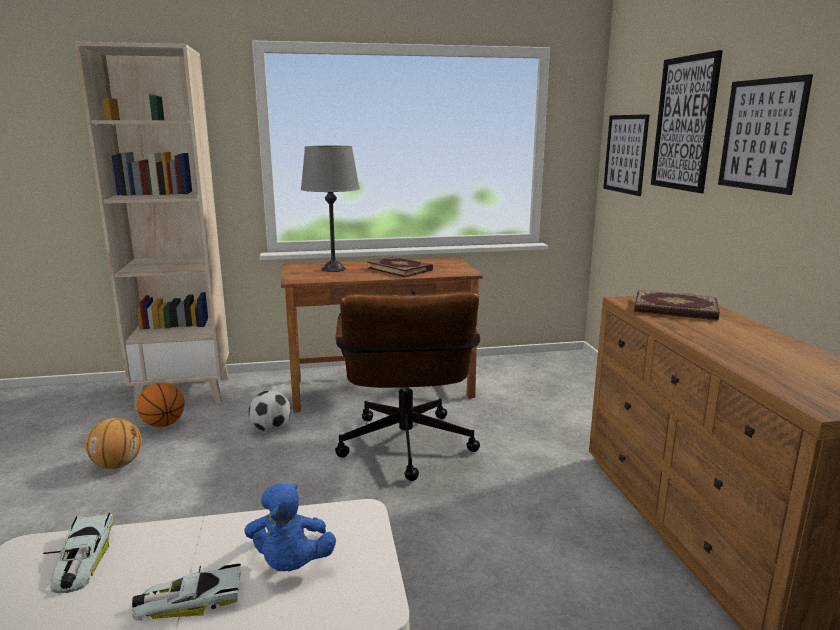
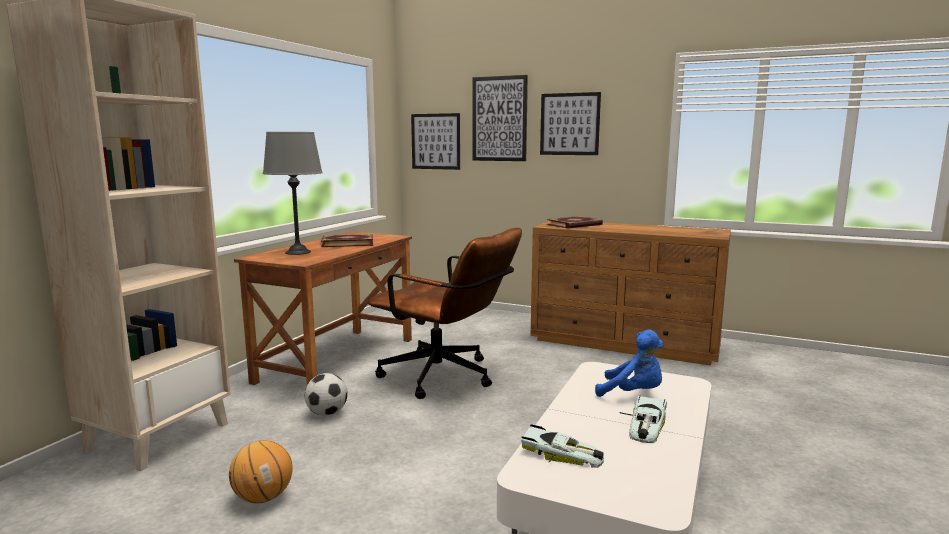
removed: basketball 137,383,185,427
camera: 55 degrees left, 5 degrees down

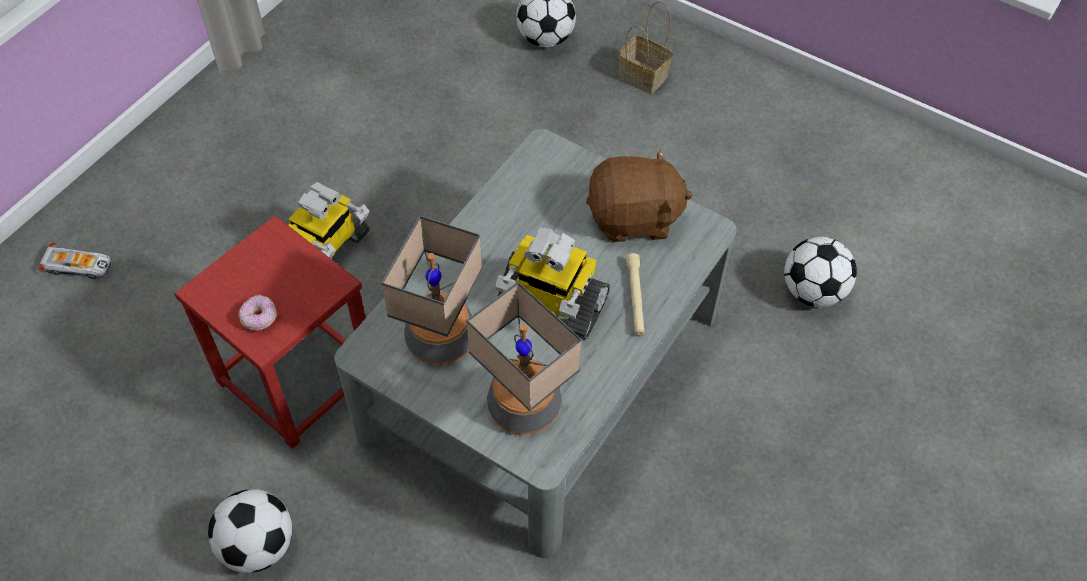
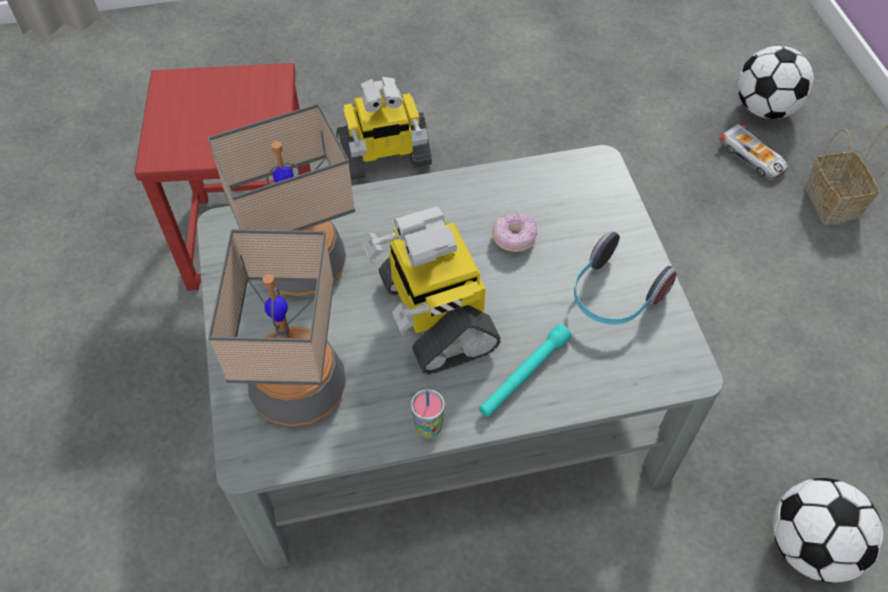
removed: football ball 208,489,292,573
added: drinking cup 411,389,445,439
moved: miniature car 39,243,112,279 to 719,122,789,180; ring doughnut 239,295,277,330 to 492,213,538,252
replaced: brownish plush toy 586,148,693,242 to pair of headphones 574,231,676,325
recoloured: beige-coloured torch 626,253,645,336 to blue-green torch 479,324,572,417
camera: 45 degrees right, 0 degrees up

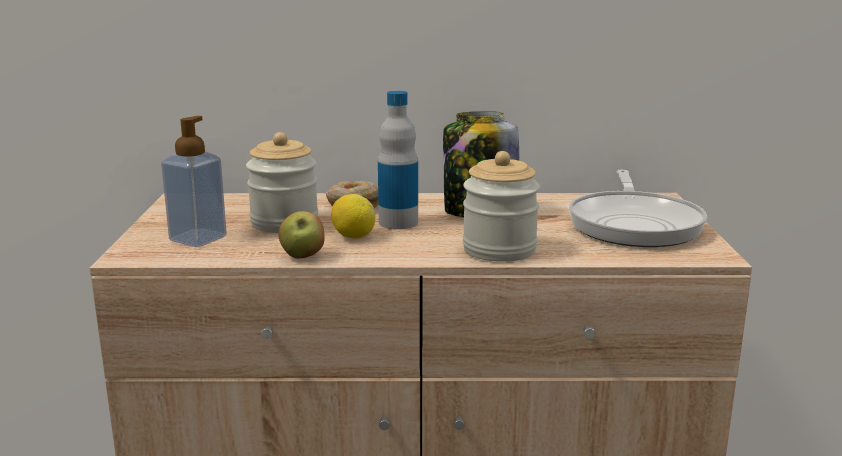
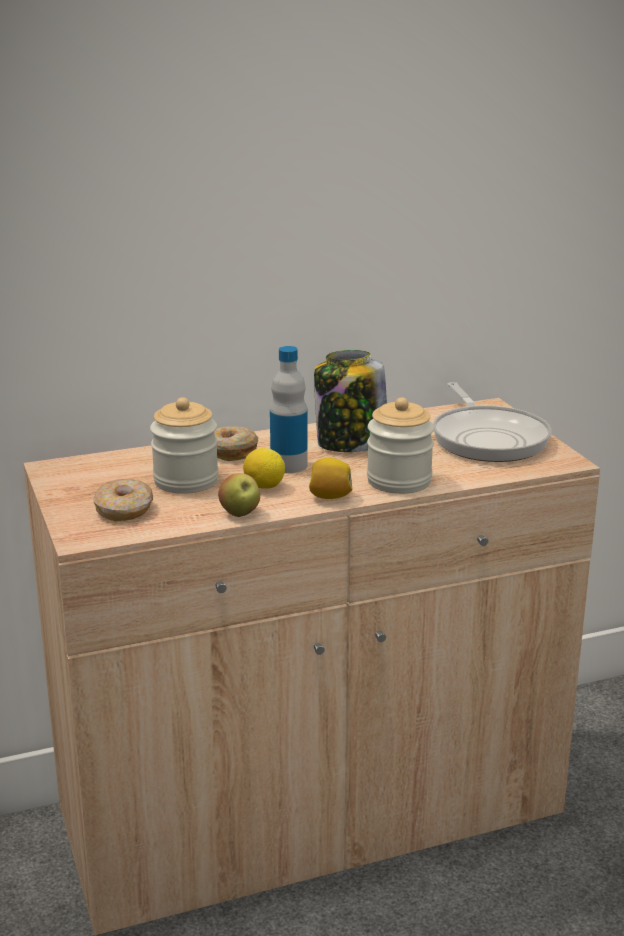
added: whole lemon 309,458,353,499
replaced: soap dispenser 161,116,227,247 to ring doughnut 93,479,153,521
camera: 20 degrees left, 5 degrees up

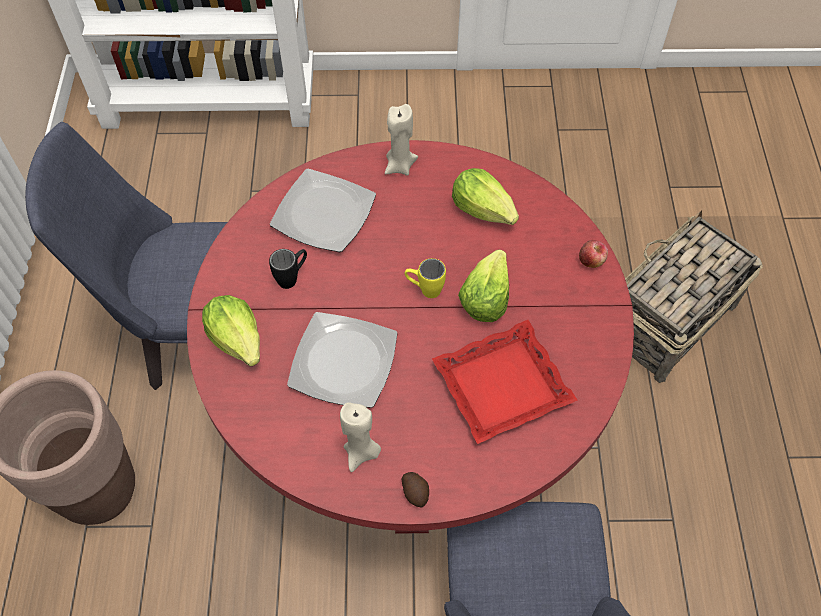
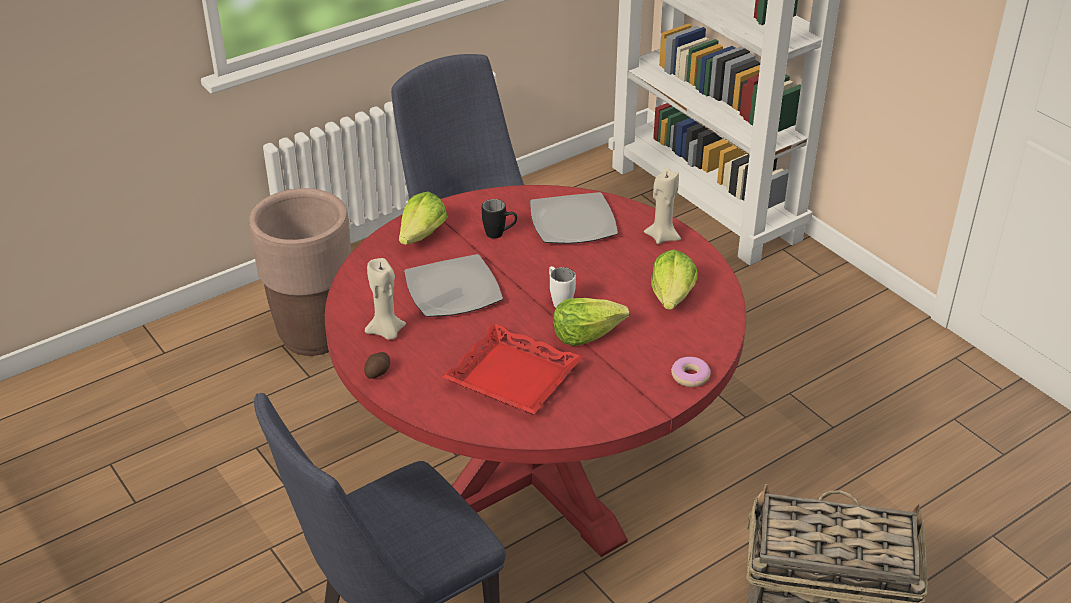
replaced: apple 579,240,608,268 to ring doughnut 671,357,711,387
recoloured: yellowish coffee mug 405,258,446,298 to white-coloured coffee mug 549,266,576,307
camera: 55 degrees right, 20 degrees down

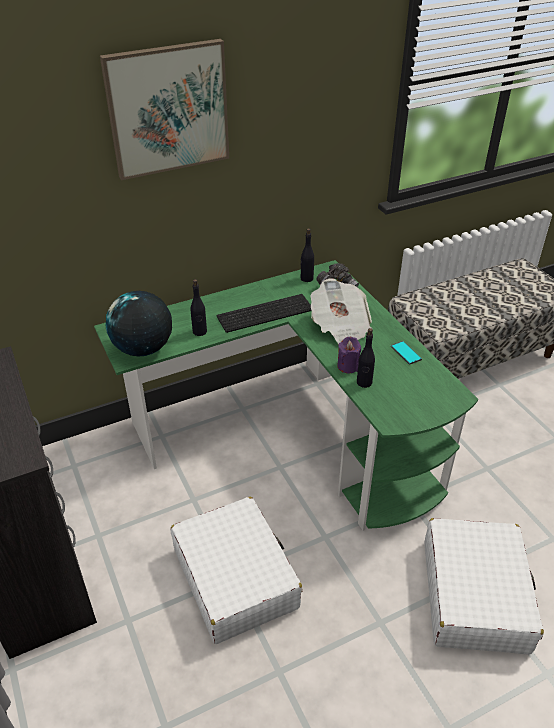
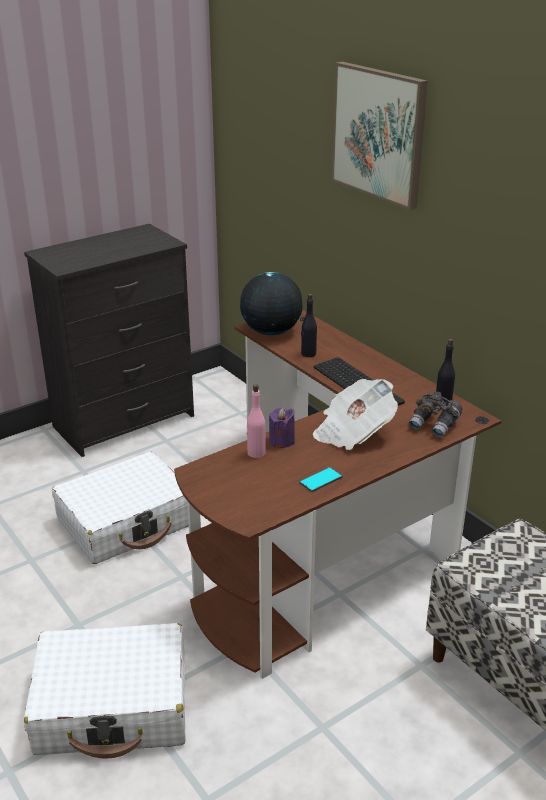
recoloured: green desk unit 94,260,478,531 to brownish desk unit 174,310,502,679; black drink bottle 357,328,375,388 to pink-coloured drink bottle 246,384,266,458
camera: 80 degrees right, 10 degrees down

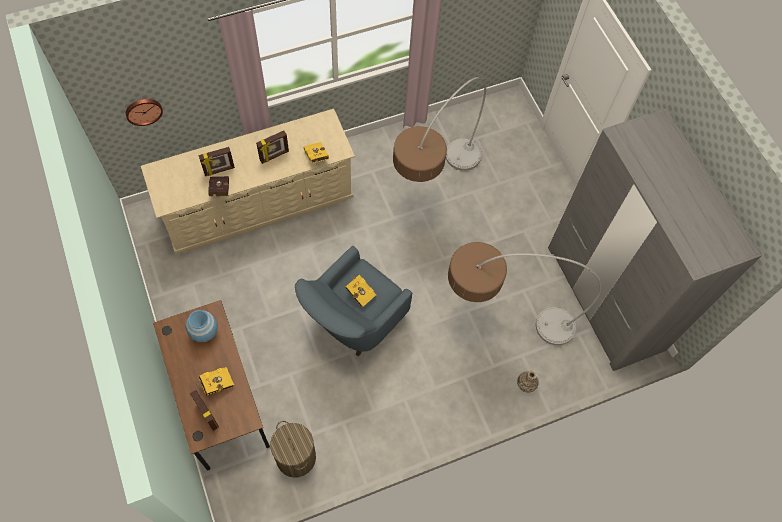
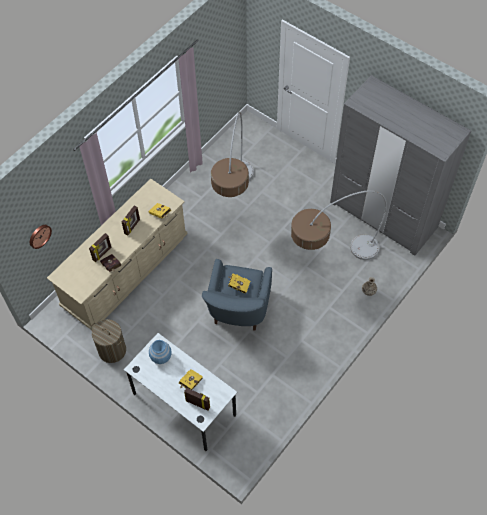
moved: hamper 270,421,316,478 to 91,319,126,363
recoloured: brownish desk unit 153,300,270,470 to white-coloured desk unit 124,333,237,451
camera: 25 degrees left, 5 degrees down

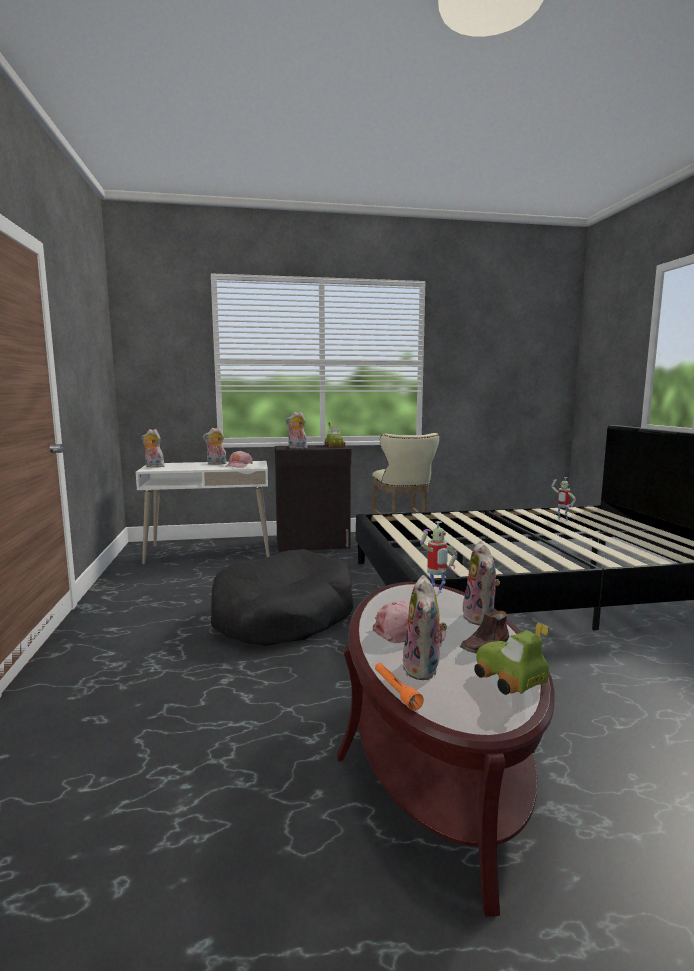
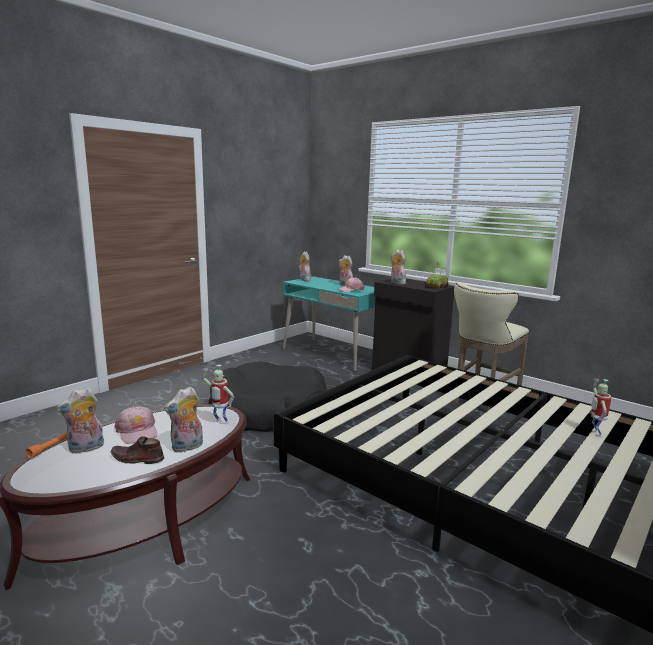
removed: miniature car 474,622,549,695
recoloured: white-coloured desk unit 136,461,270,564 to blue-green desk unit 283,276,375,372
camera: 50 degrees right, 5 degrees up

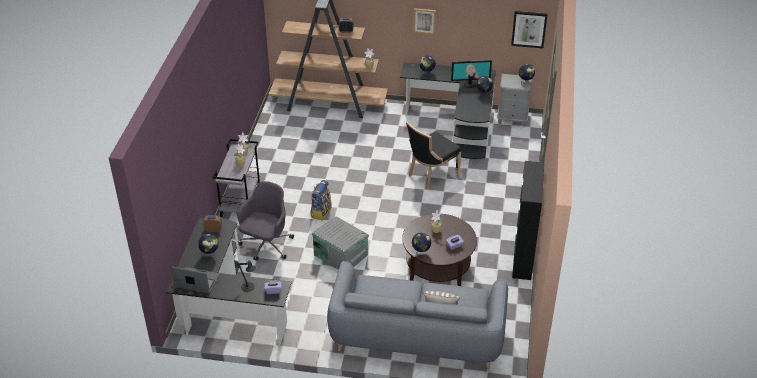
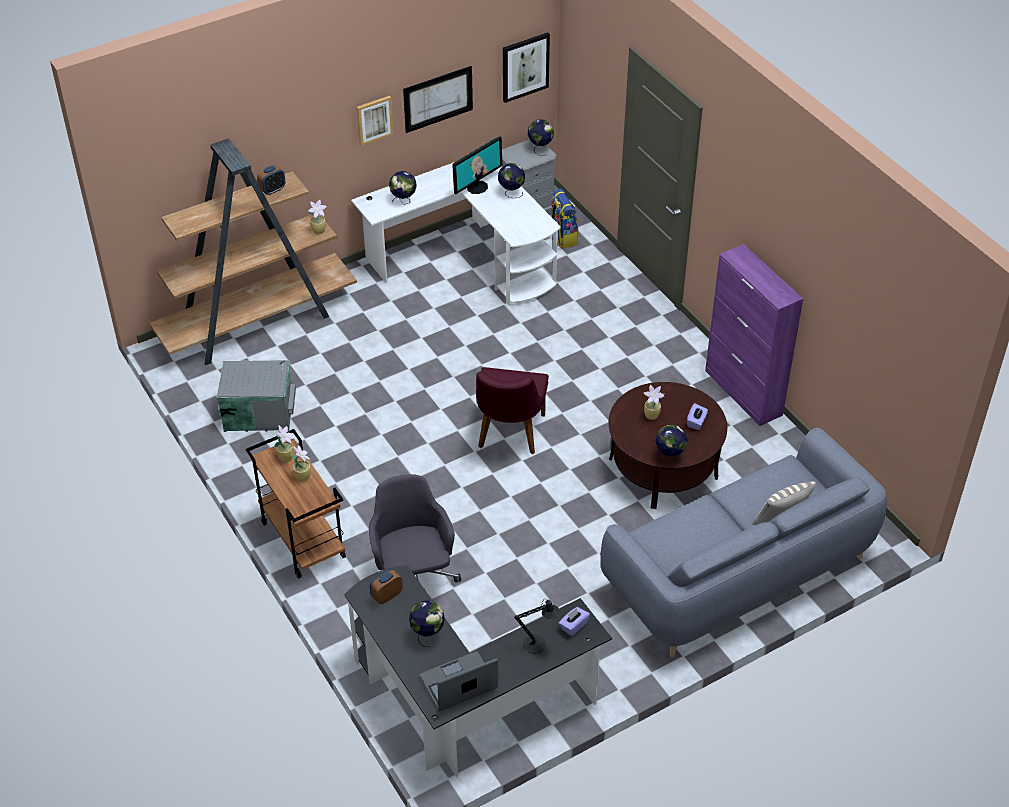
removed: black upright chair 406,121,461,189
added: wall picture 403,66,473,133; purple-coloured upright chair 476,367,549,454
moved: rucksack 310,180,332,221 to 551,189,578,248; greyish storage container 312,216,369,270 to 216,360,296,432
recoloured: greyish trolley 213,139,260,217 to brownish trolley 246,429,346,579; black desk unit 400,62,496,159 to white-coloured desk unit 351,162,561,305; black cupboard 512,161,544,280 to purple-coloured cupboard 705,244,803,426
camera: 40 degrees left, 5 degrees up

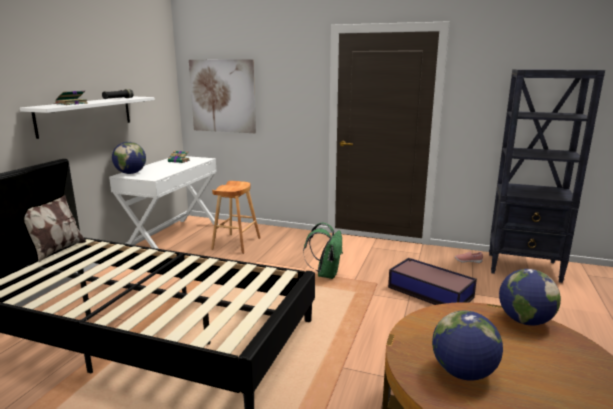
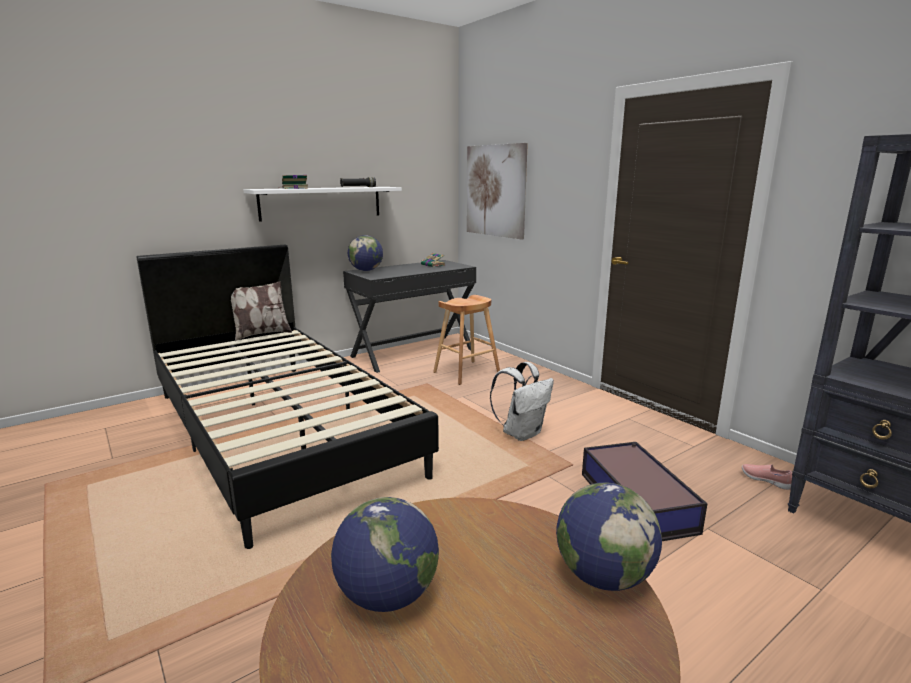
recoloured: white-coloured desk unit 109,156,218,249 to black desk unit 343,260,476,373; green rucksack 303,223,342,279 to white-coloured rucksack 490,362,554,441
camera: 35 degrees right, 0 degrees up

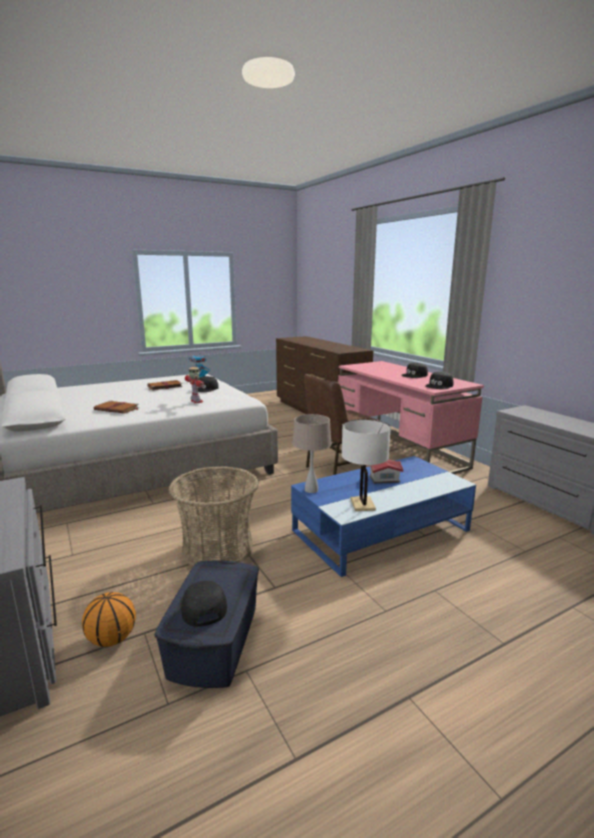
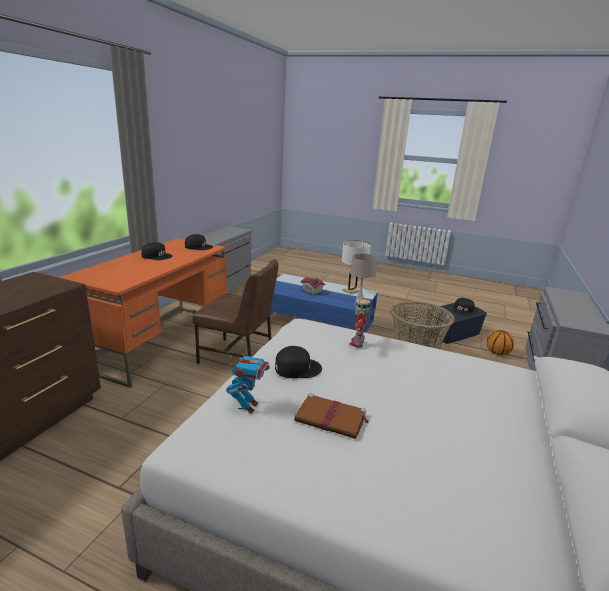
removed: brownish volume 94,401,139,413
recoloured: pink-coloured desk unit 338,361,484,474 to orange-coloured desk unit 58,238,227,388
camera: 130 degrees left, 5 degrees up

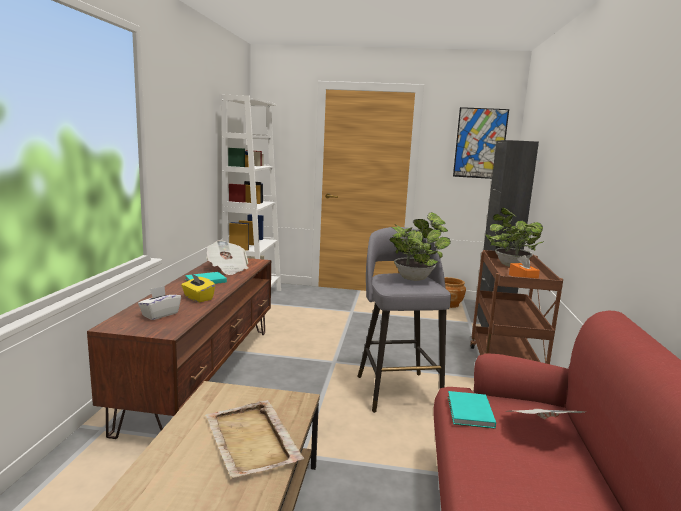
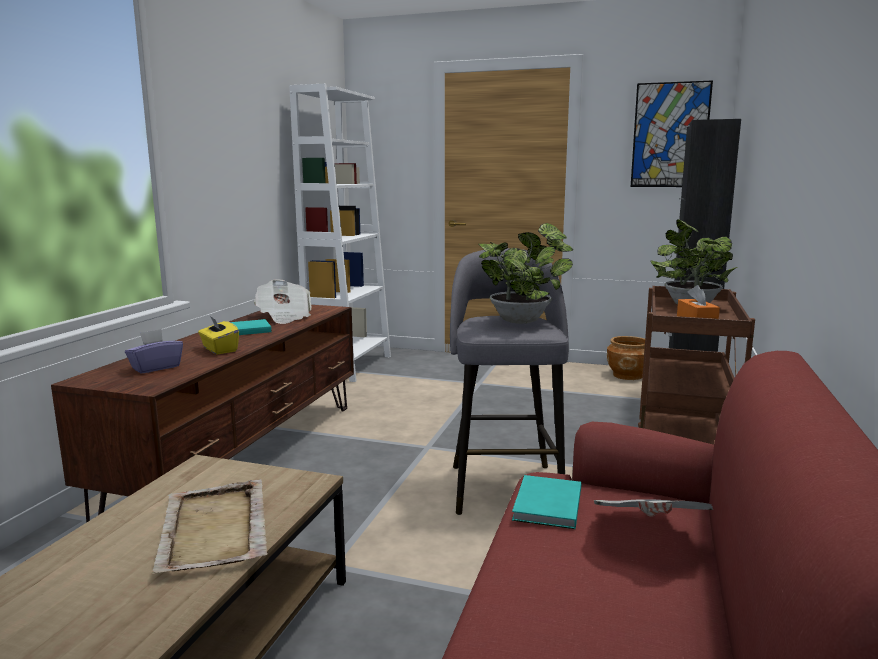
recoloured: white-coloured box of tissues 138,286,181,320 to purple-coloured box of tissues 125,329,183,373
camera: 10 degrees right, 0 degrees up

